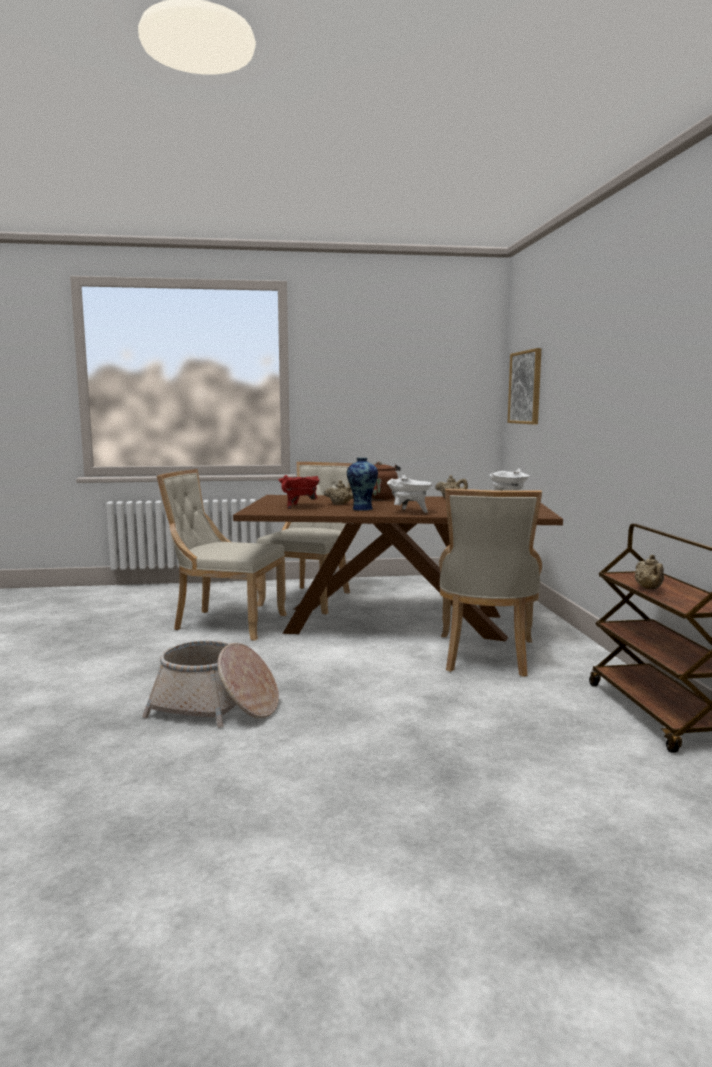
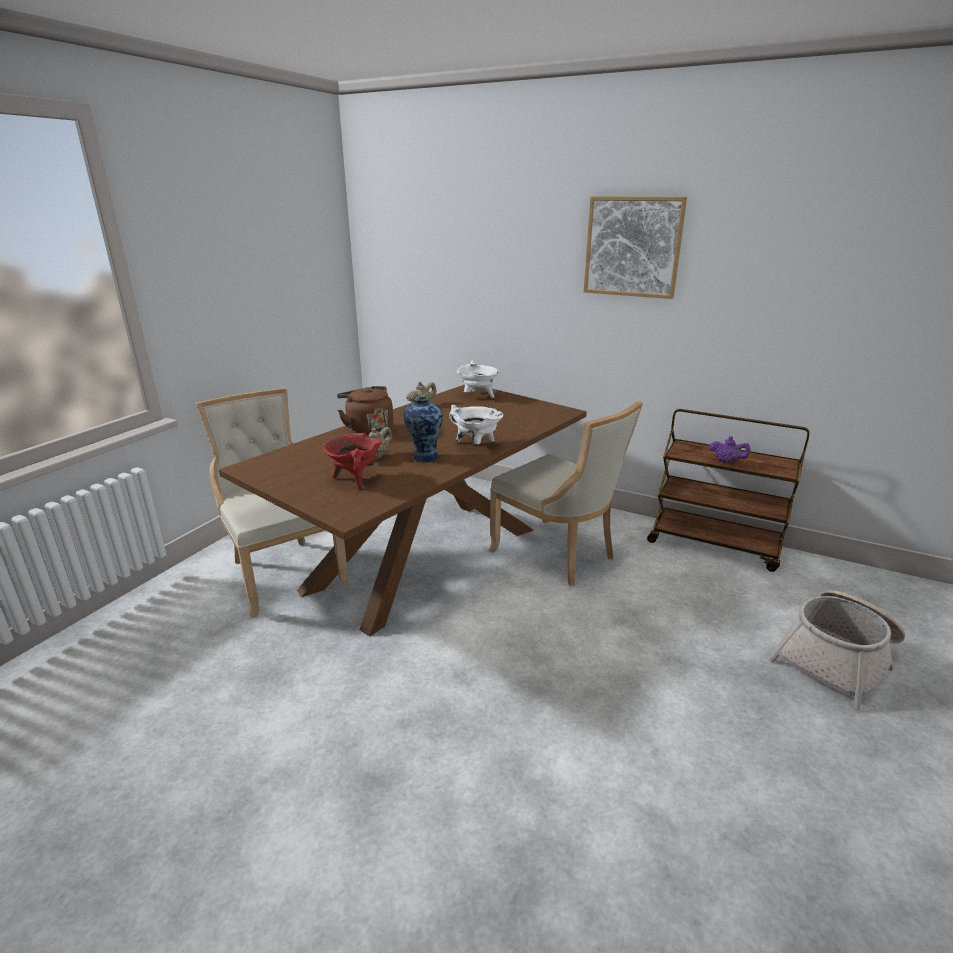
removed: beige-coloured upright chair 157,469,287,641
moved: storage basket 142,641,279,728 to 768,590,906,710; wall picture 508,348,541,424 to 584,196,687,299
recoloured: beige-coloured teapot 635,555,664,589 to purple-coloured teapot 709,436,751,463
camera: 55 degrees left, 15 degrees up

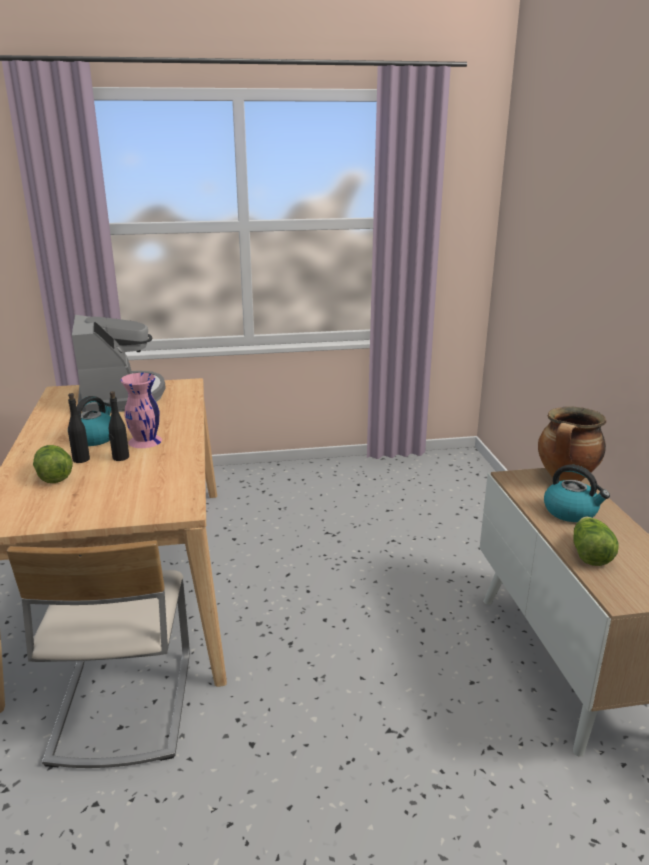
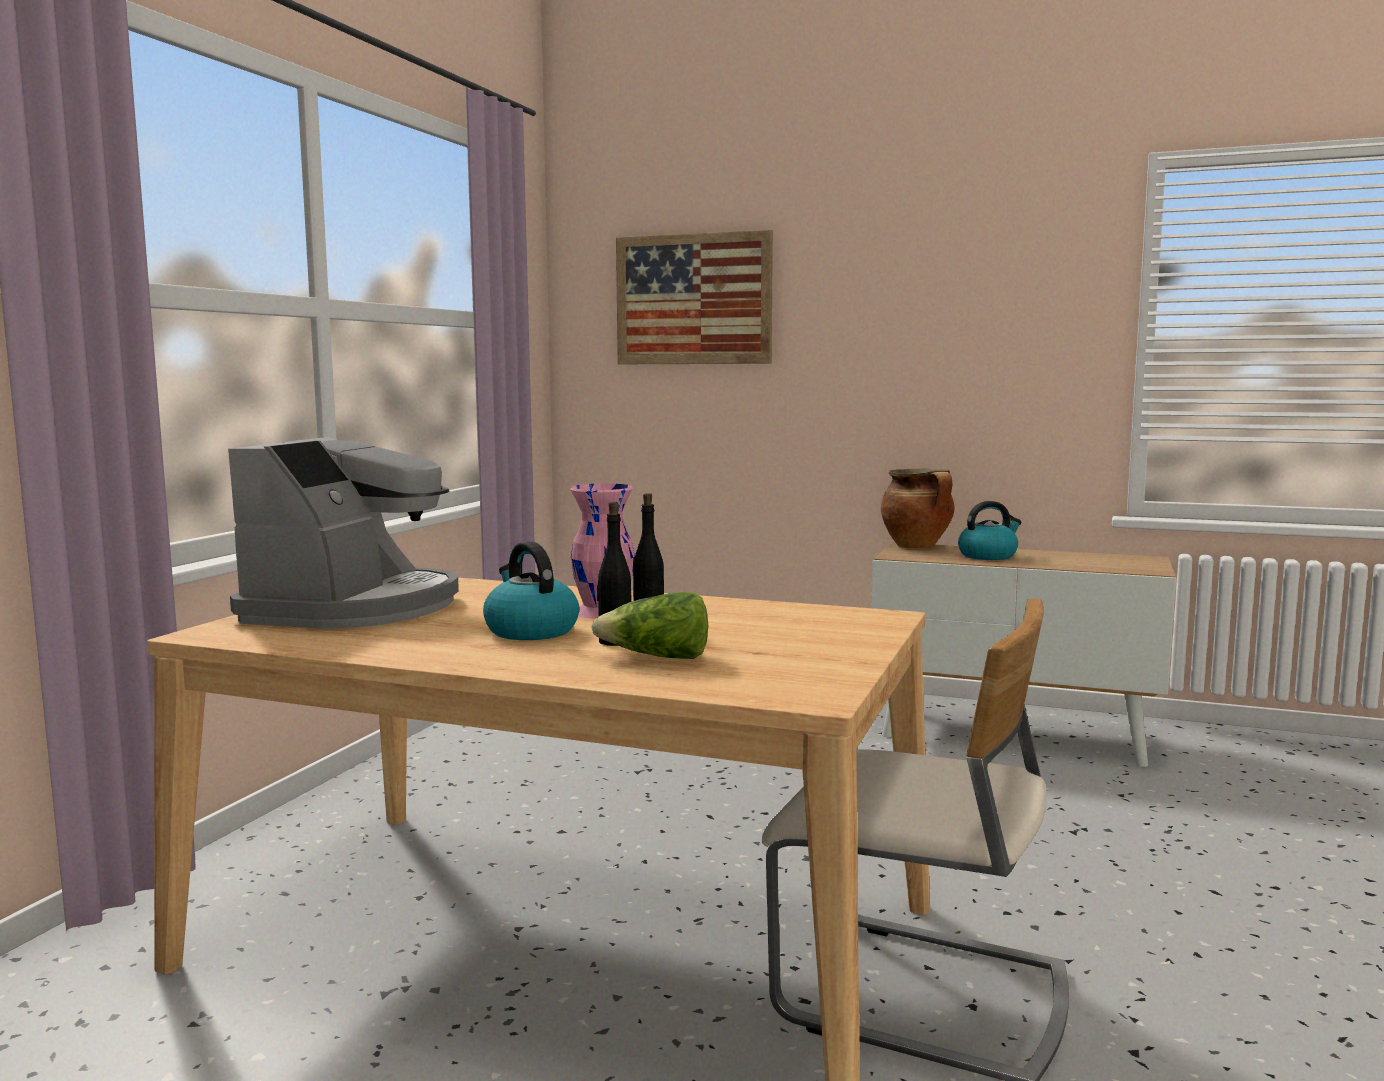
removed: head of lettuce 573,517,619,566
added: wall picture 616,230,773,364
turned: coffee machine 72,315,166,413 = 228,437,459,629 90 degrees clockwise
camera: 60 degrees left, 15 degrees down

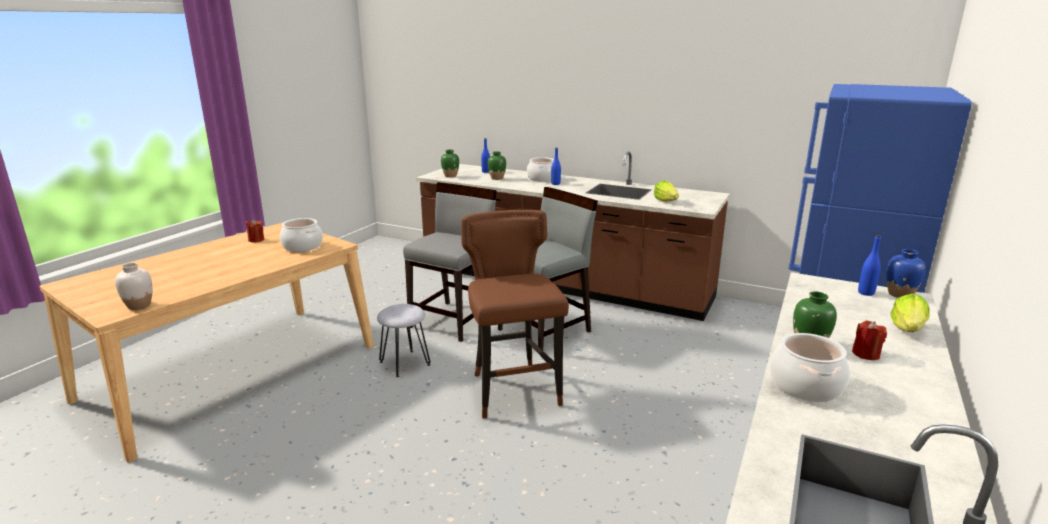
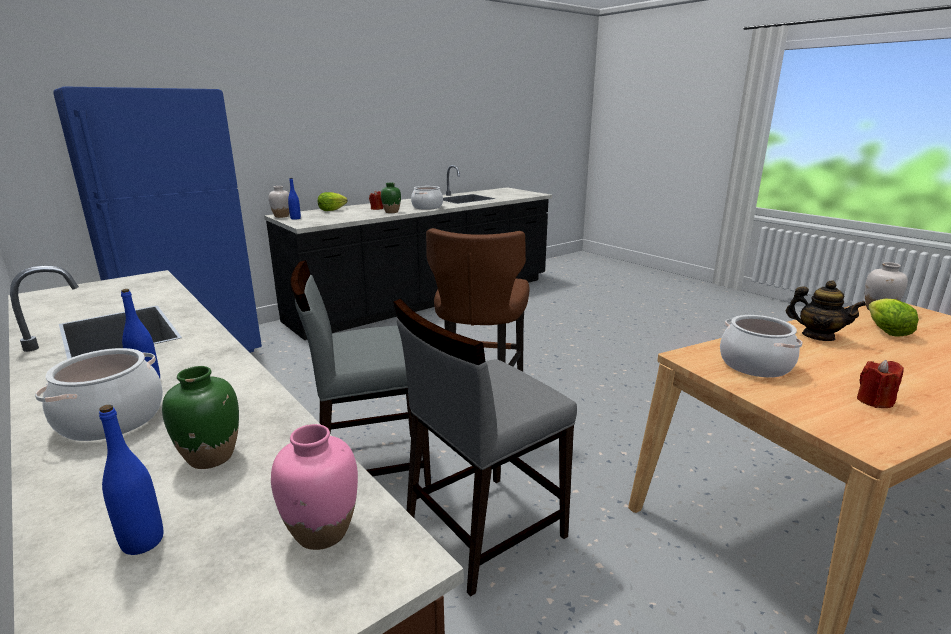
removed: greyish stool 377,304,430,377
added: teapot 786,280,866,341
moved: head of lettuce 654,181,679,202 to 868,298,919,337
recoloured: green flower vase 441,149,459,178 to pink-coloured flower vase 271,424,358,550; bluish flower vase 886,249,926,298 to white-coloured flower vase 268,186,289,218
camera: 155 degrees left, 0 degrees up

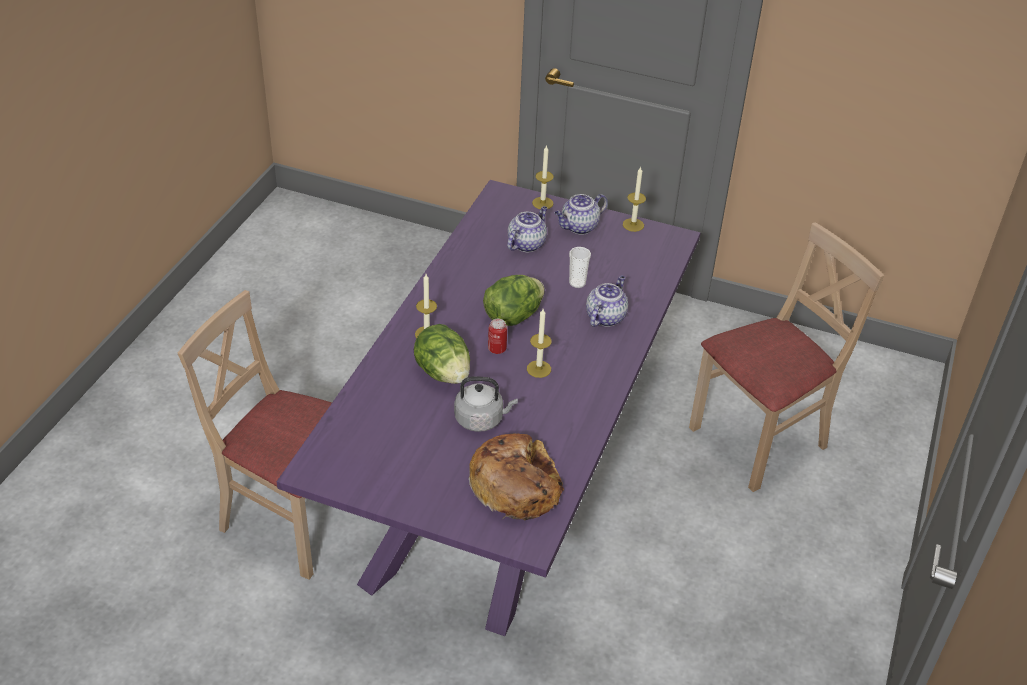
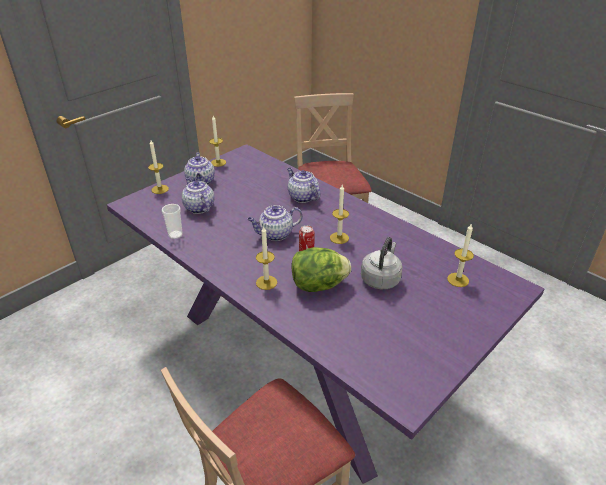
moved: drinking cup 569,247,591,288 to 162,204,183,239
replaced: bread 468,433,564,521 to wax light 447,224,474,287; head of lettuce 483,275,545,326 to teapot 247,205,303,241
camera: 65 degrees left, 5 degrees down

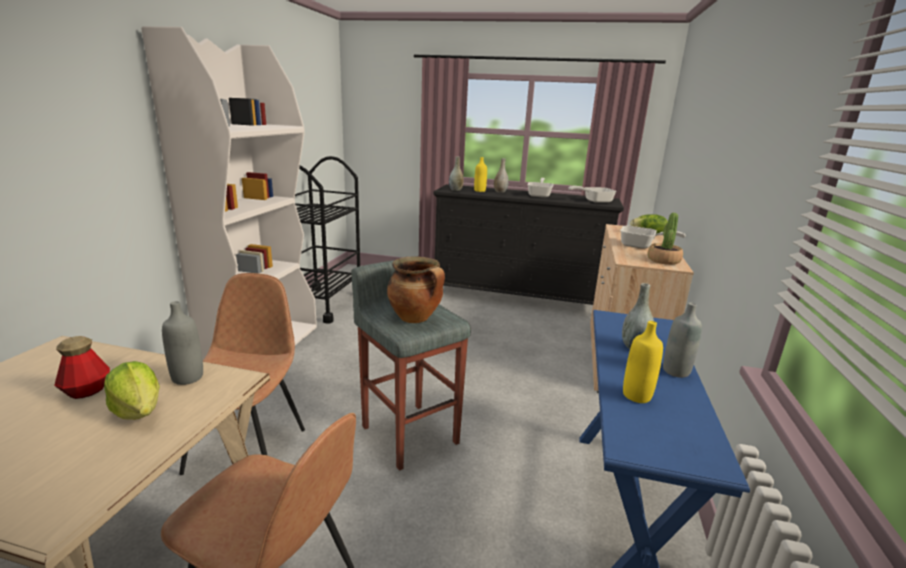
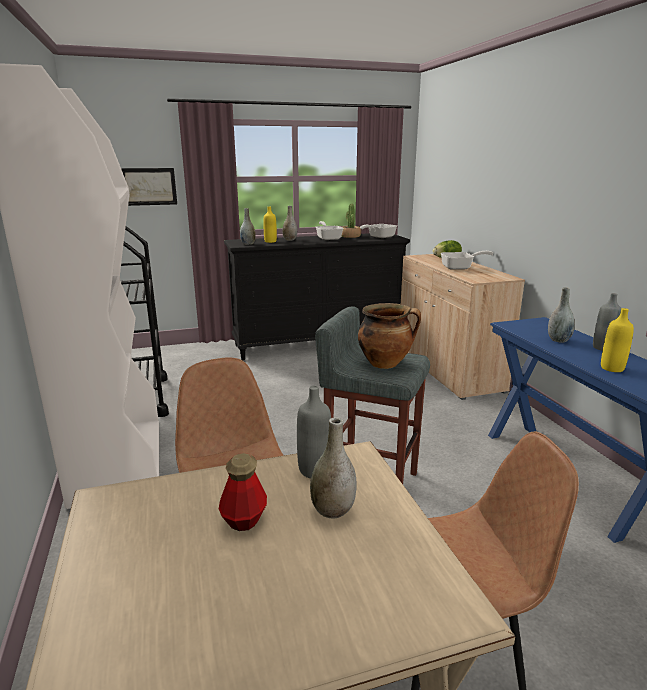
added: wall picture 121,168,177,206
moved: houseplant 647,213,683,265 to 342,204,361,238
replaced: head of lettuce 104,361,160,420 to greyish flower vase 310,417,357,519
camera: 30 degrees left, 0 degrees up

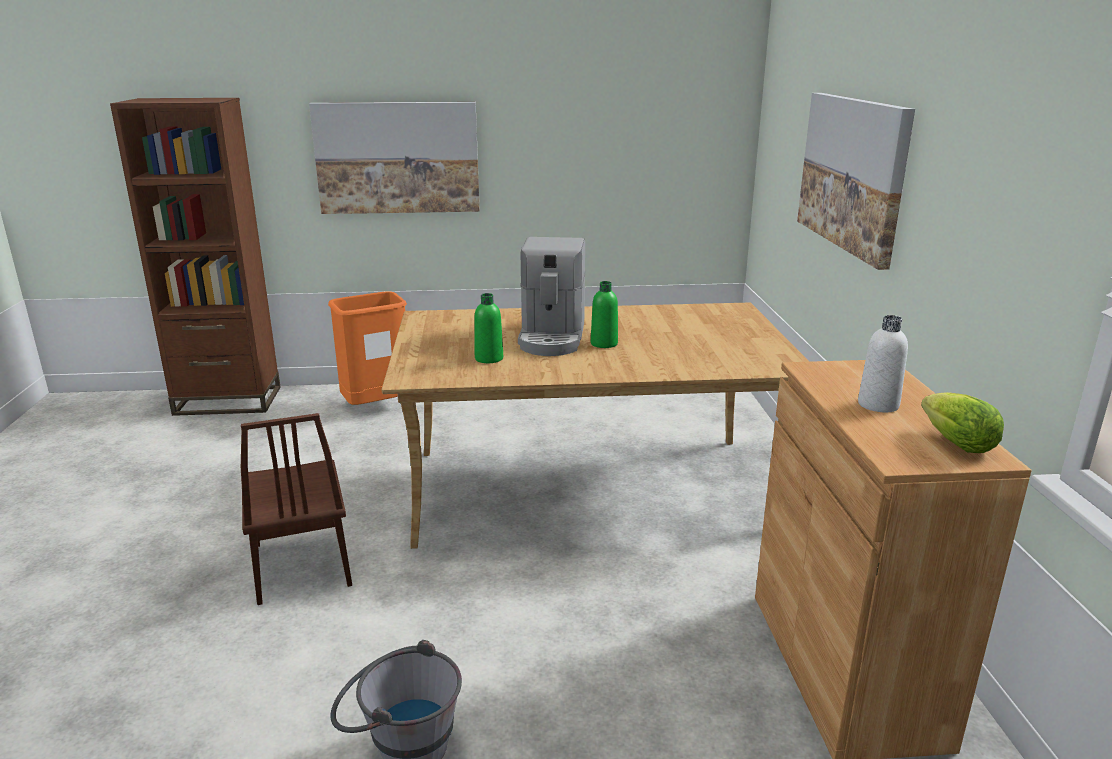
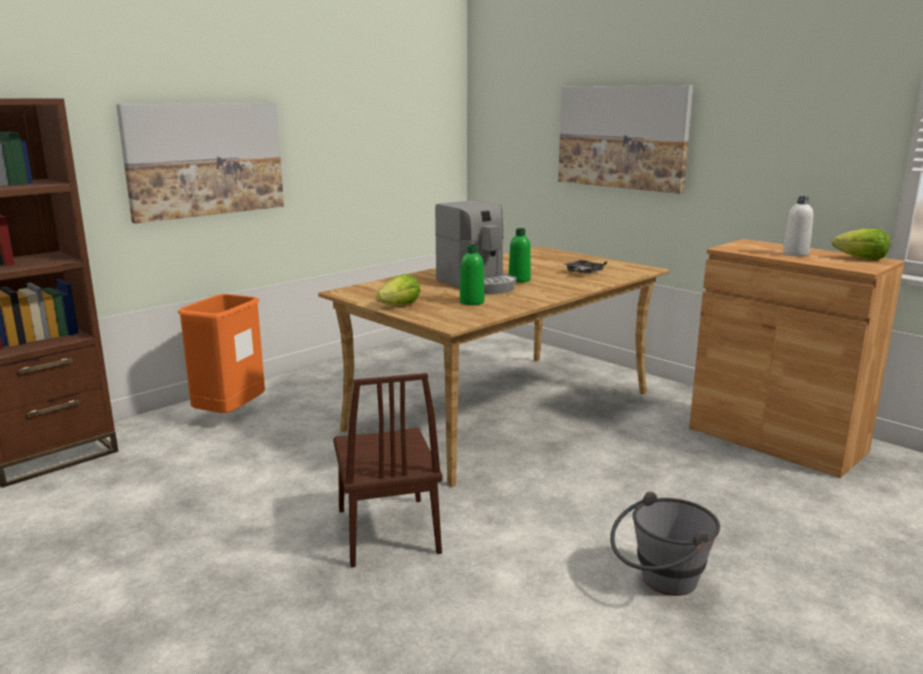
added: head of lettuce 376,274,420,305; greyish carrying tray 564,260,607,273
turned: brownish upright chair 241,413,352,605 = 333,373,442,567 45 degrees clockwise
camera: 40 degrees left, 5 degrees down

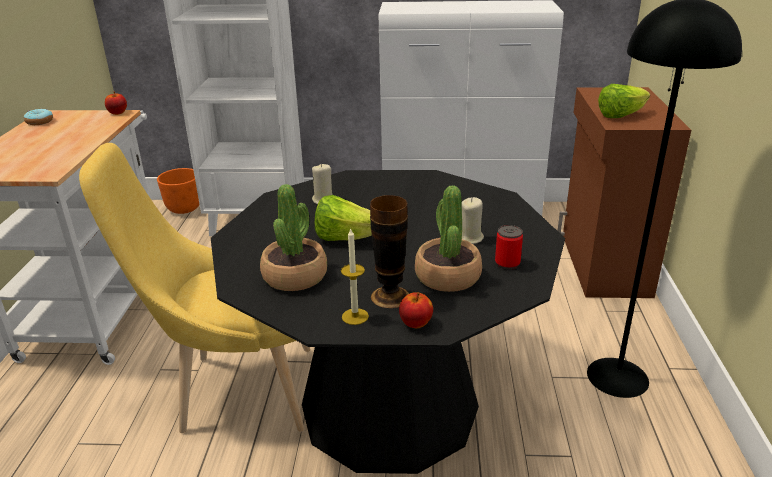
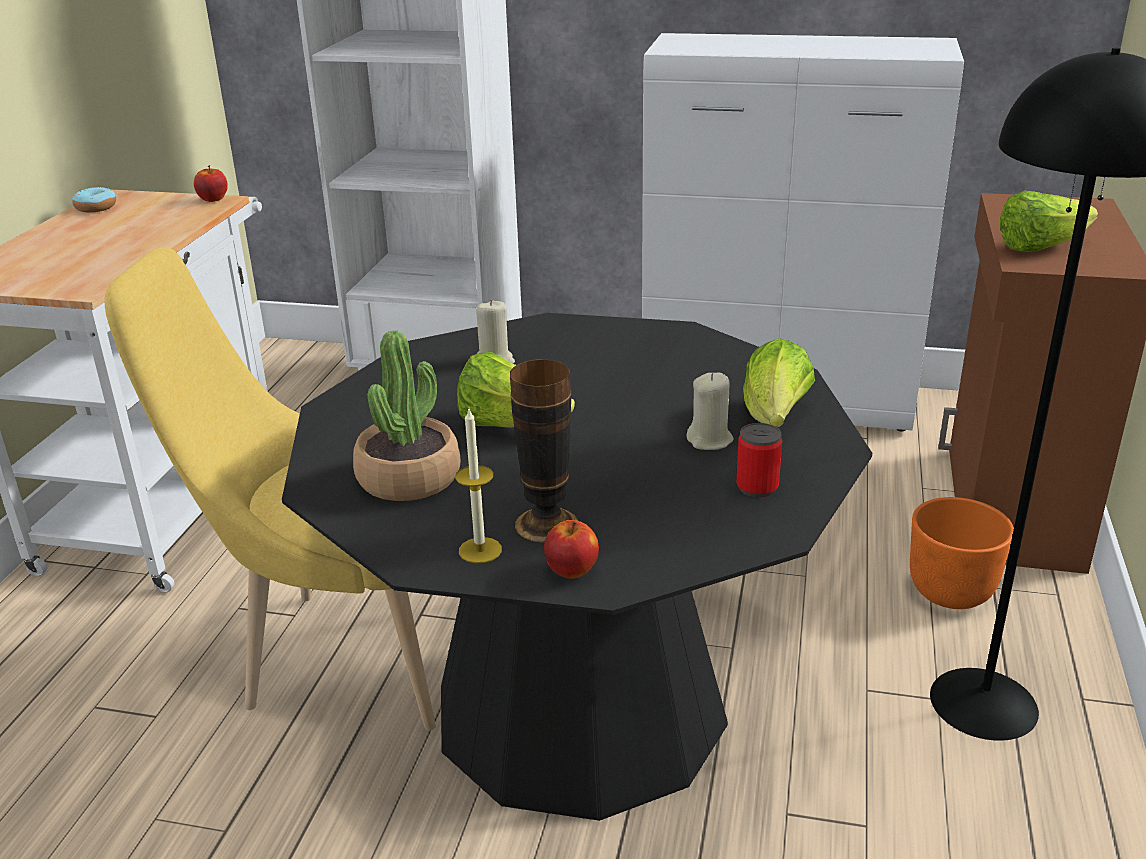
removed: houseplant 415,186,482,292
added: head of lettuce 743,338,815,427
moved: orange-coloured plant pot 157,168,200,214 to 910,497,1014,609
camera: 10 degrees right, 0 degrees up

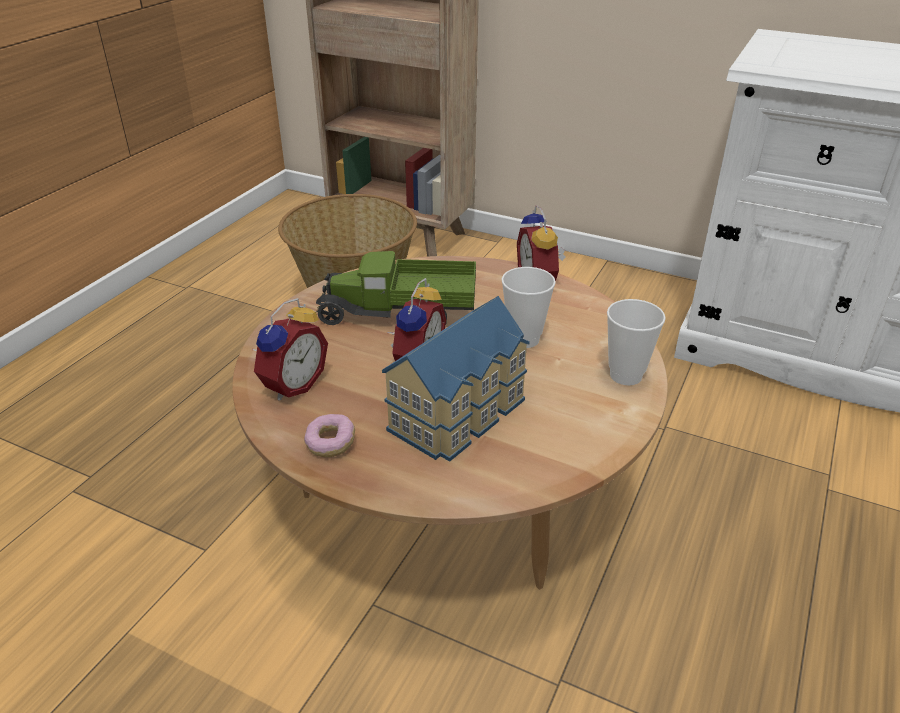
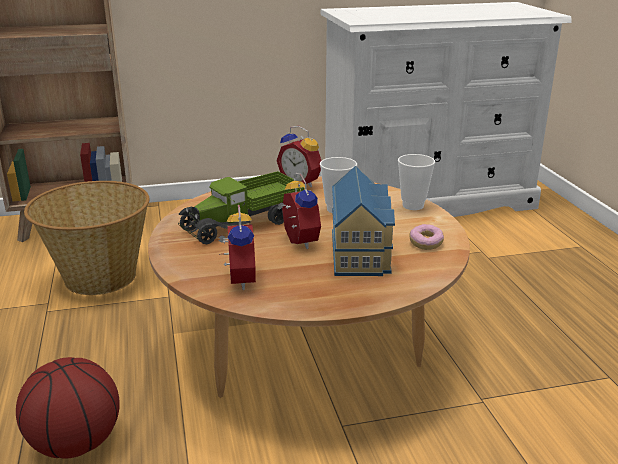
added: basketball 16,357,120,459
moved: ring doughnut 304,414,355,457 to 409,224,444,250
camera: 40 degrees left, 10 degrees down

